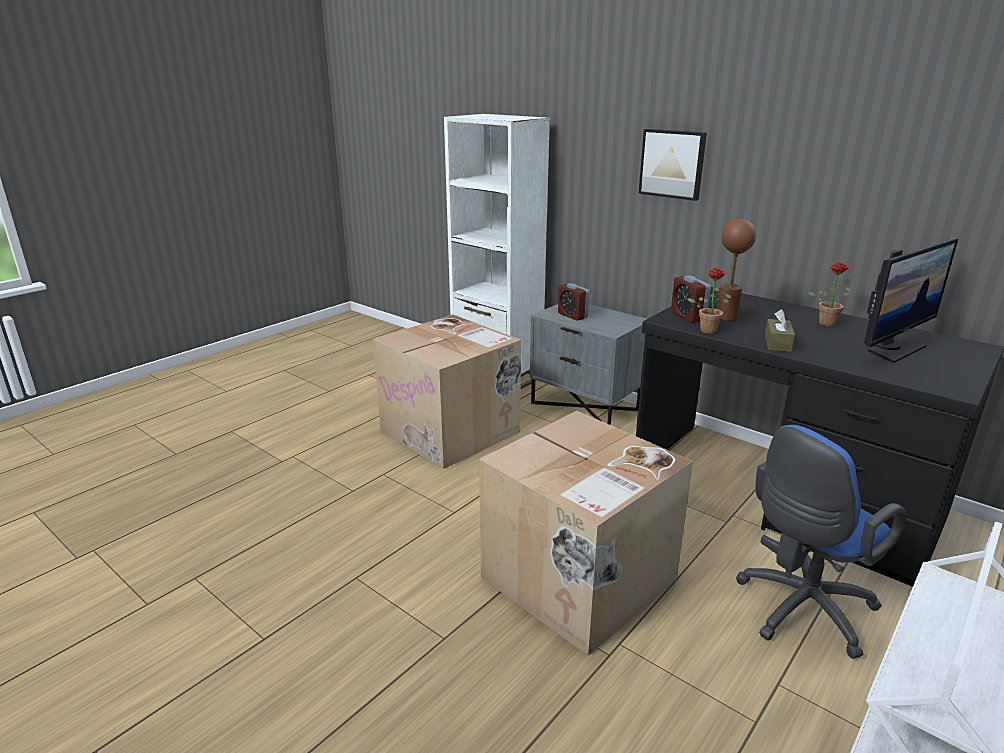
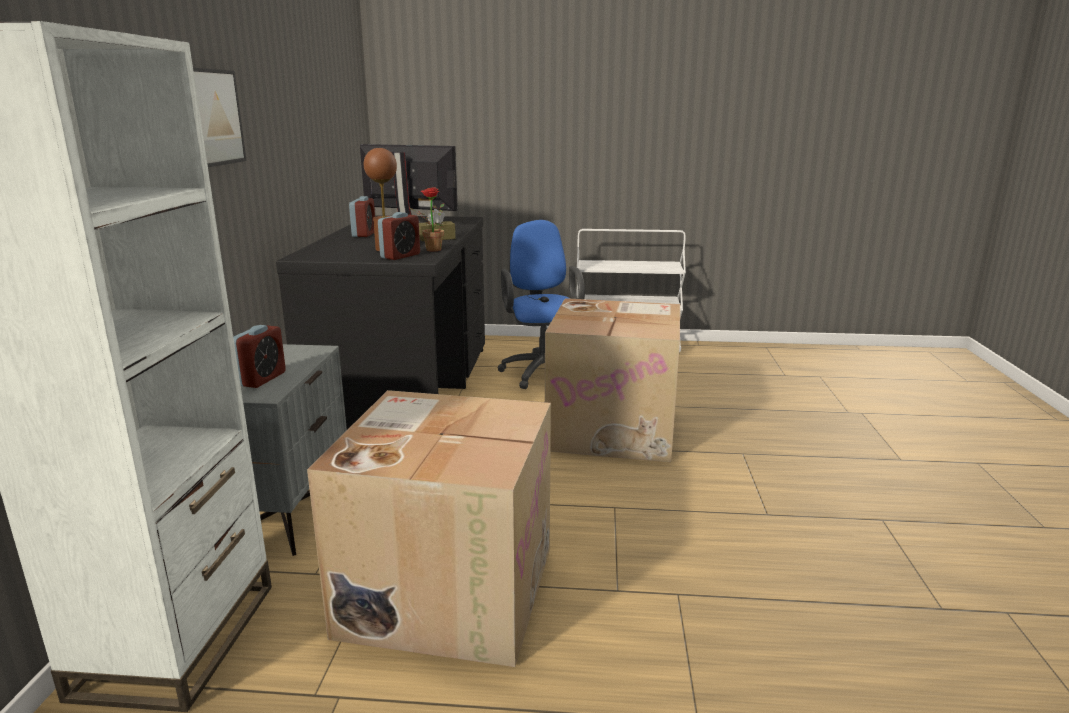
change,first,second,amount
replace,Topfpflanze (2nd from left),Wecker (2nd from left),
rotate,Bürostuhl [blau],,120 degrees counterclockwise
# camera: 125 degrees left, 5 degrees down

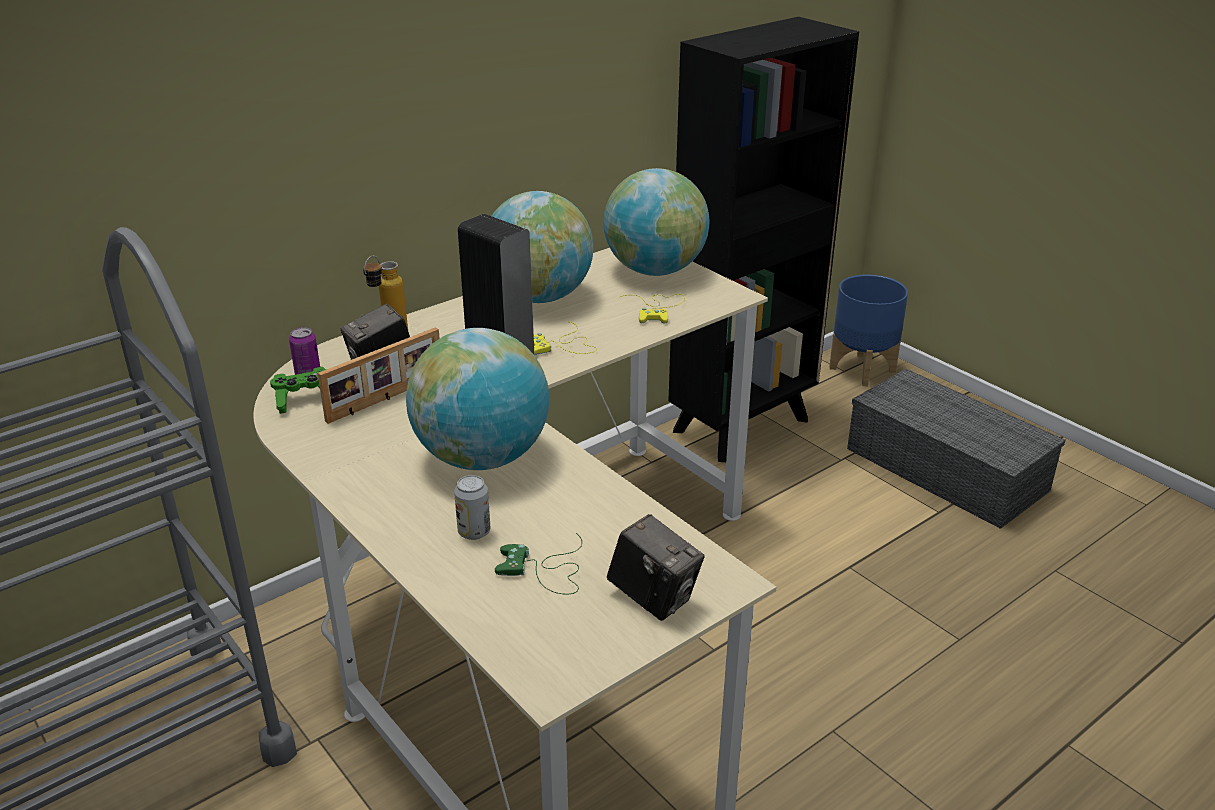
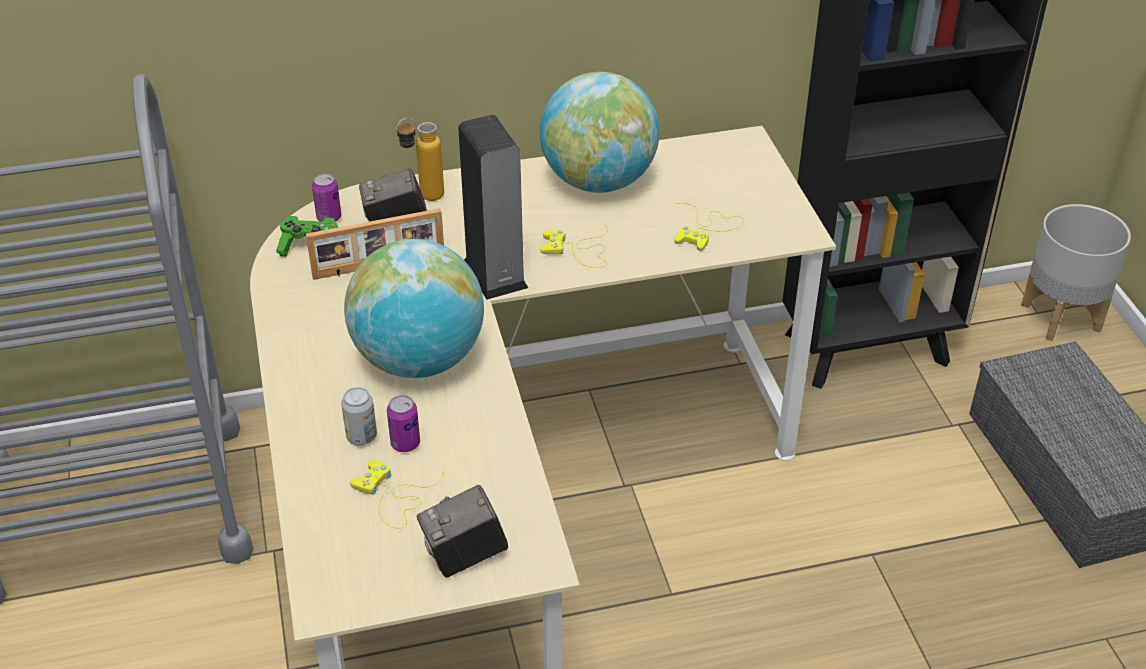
change,first,second,amount
delete,Globus (3rd from left),,
recolor,Pflanzkübel [blau],Pflanzkübel [grau],
rotate,Kamera (2nd from left),,90 degrees clockwise
recolor,Gamepad [grün] (2nd from left),Gamepad [gelb] (1st from left),
insert,,Dose (3rd from left),
# camera: 25 degrees right, 10 degrees up

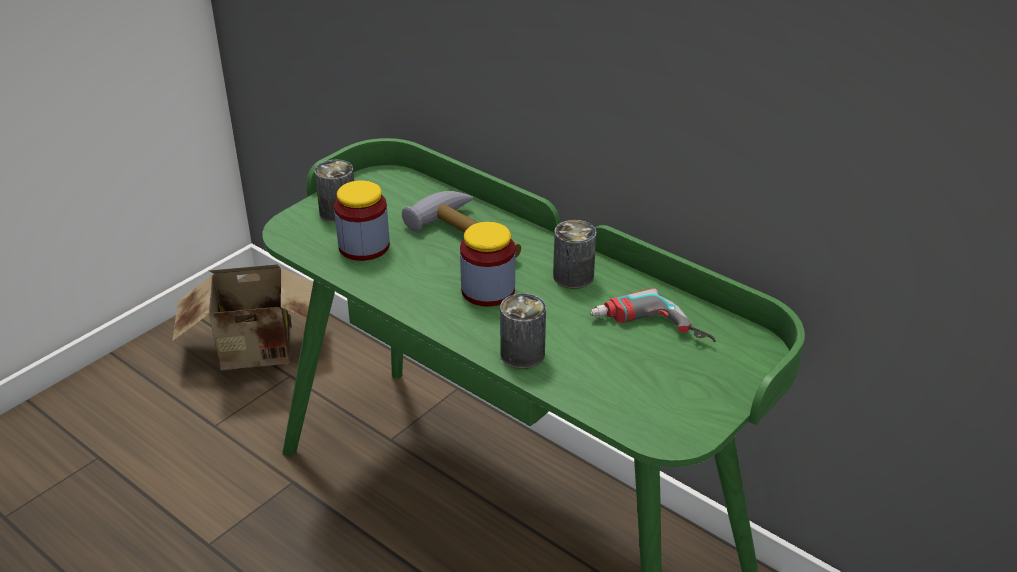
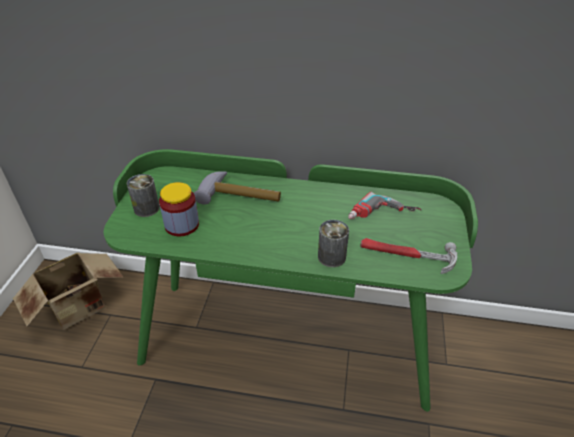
change,first,second,amount
delete,Dose (3rd from left),,
delete,Vorratsglas (2nd from left),,
insert,,Hammer (2nd from left),
# camera: 30 degrees left, 5 degrees up

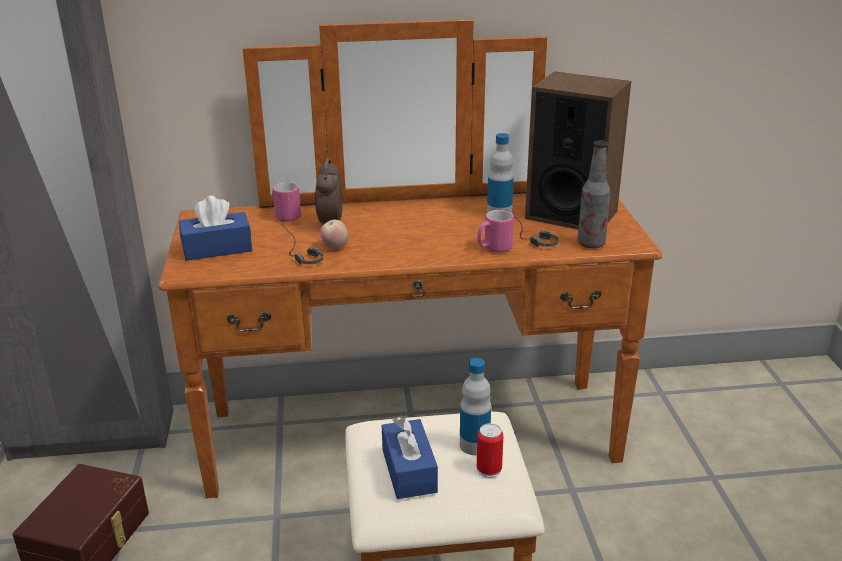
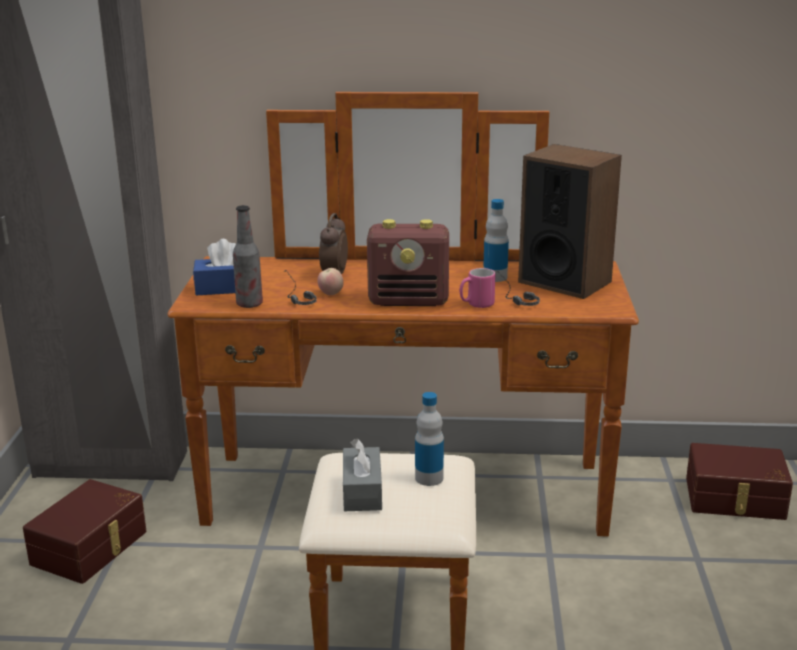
change,first,second,amount
move,Flasche (3rd from left in the first image),Flasche (1st from left),
delete,Henkelbecher [rosa] (1st from left),,
recolor,Taschentuchbox [blau] (2nd from left),Taschentuchbox [grau],
delete,Dose,,
insert,,Radio,
insert,,Aufbewahrungsbox [braun] (2nd from left),
# camera: 10 degrees right, 5 degrees down

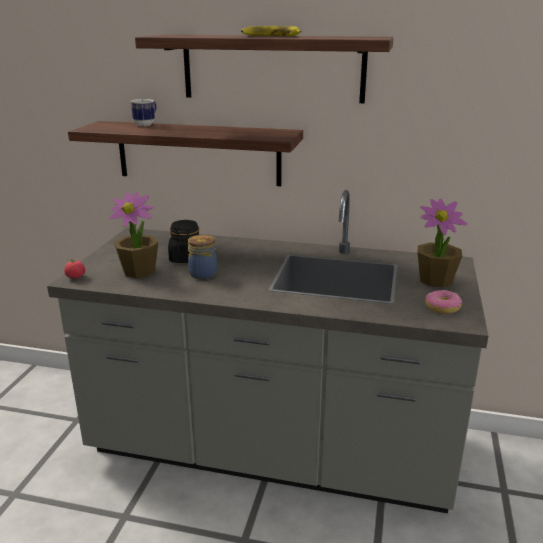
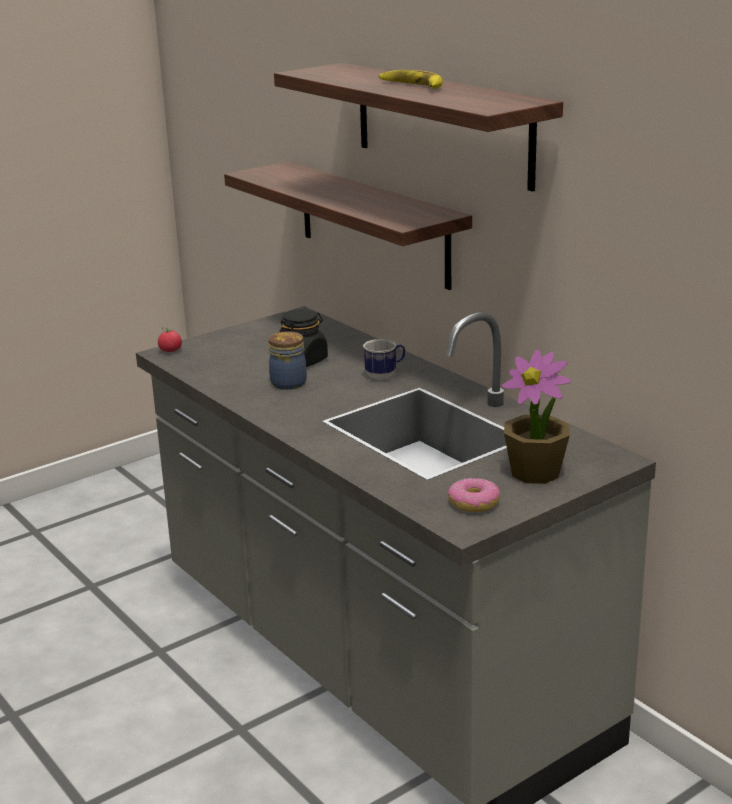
change,first,second,amount
move,Henkelbecher,,
delete,Topfpflanze (1st from left),,
# camera: 40 degrees right, 0 degrees up

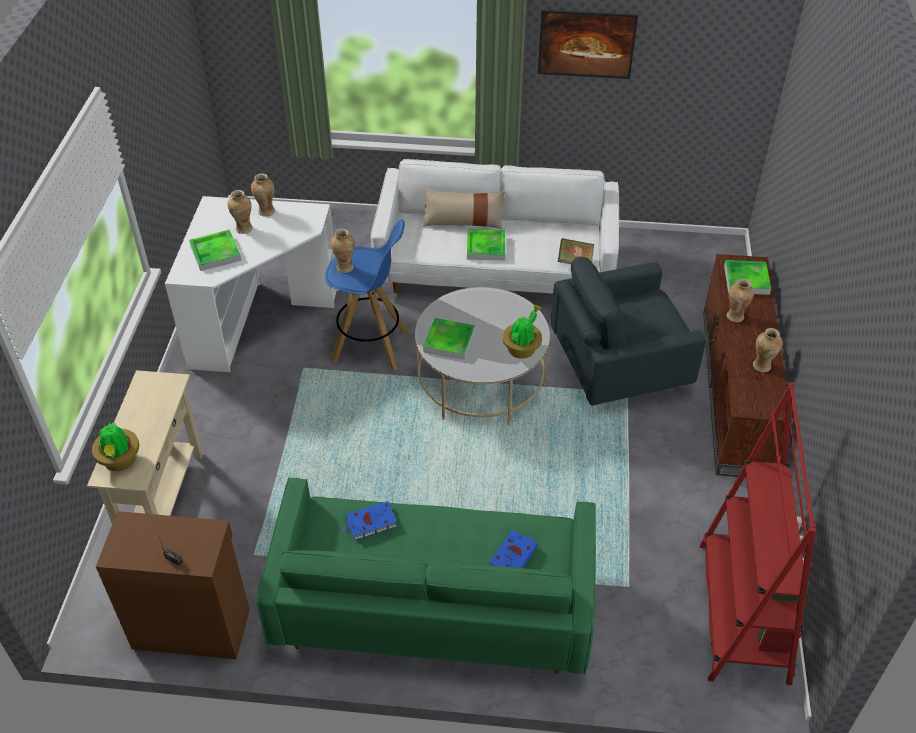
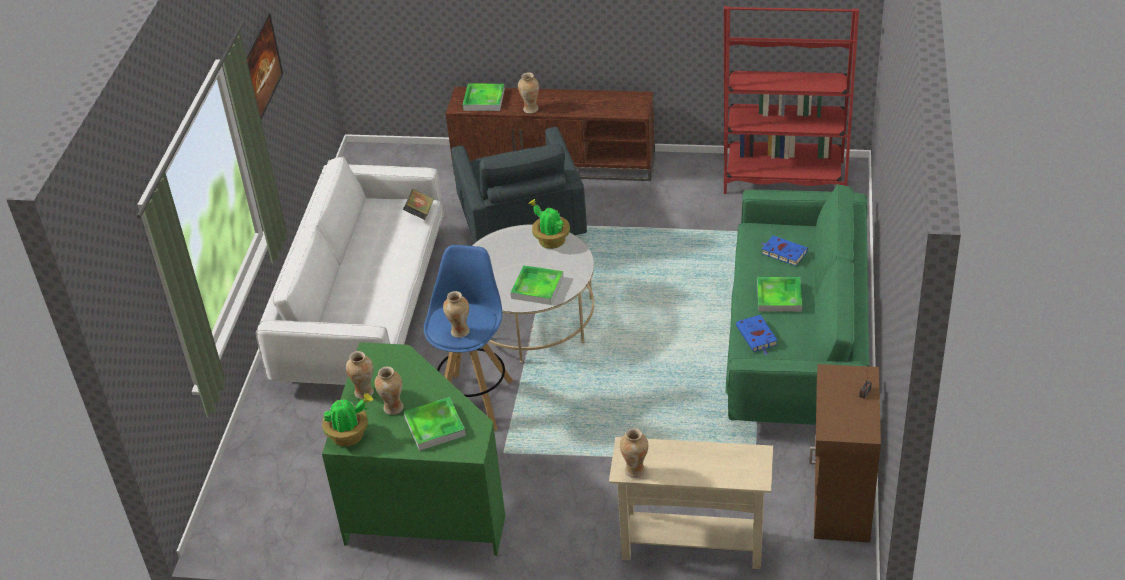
change,first,second,amount
delete,Kissen [beige],,
recolor,Schreibtisch [weiß],Schreibtisch [grün],
move,Tablett (3rd from left in the first image),Tablett (4th from left),
move,Vase (5th from left),,
move,Topfpflanze (1st from left),,
# camera: 85 degrees left, 5 degrees down

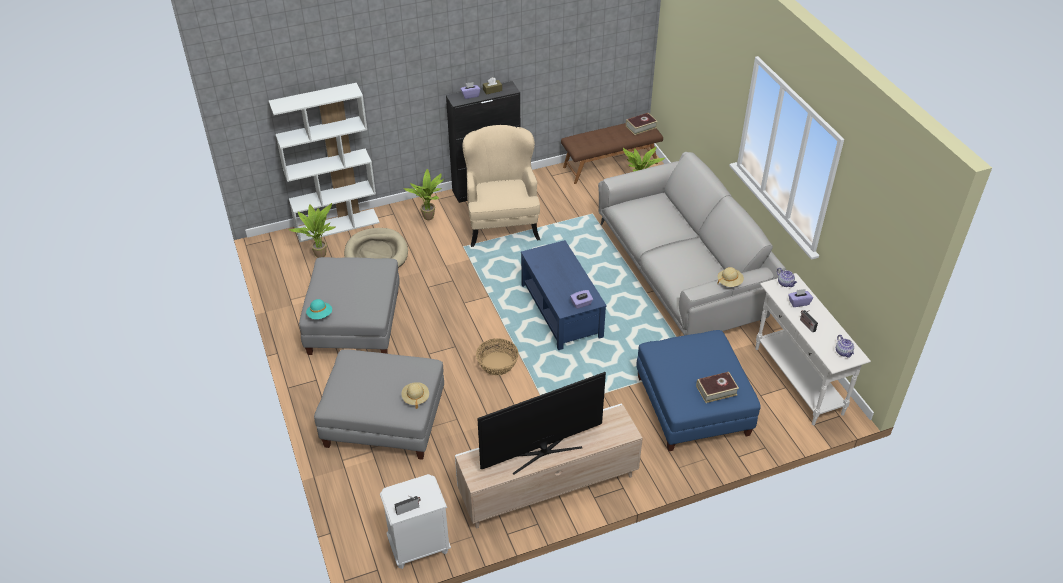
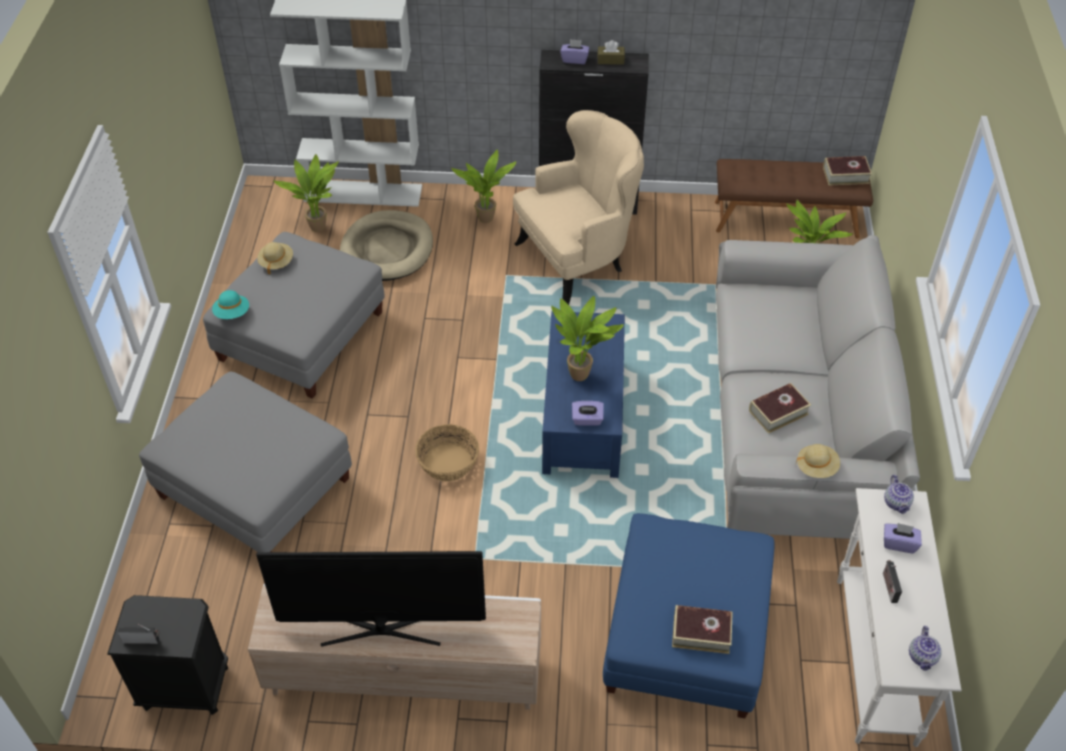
change,first,second,amount
rotate,Sessel [beige],,45 degrees clockwise
move,Hut [beige] (1st from left),,
recolor,Nachttisch [weiß],Nachttisch [schwarz],
insert,,Topfpflanze (3rd from left),
insert,,Buch (2nd from left),
# camera: 25 degrees right, 5 degrees up

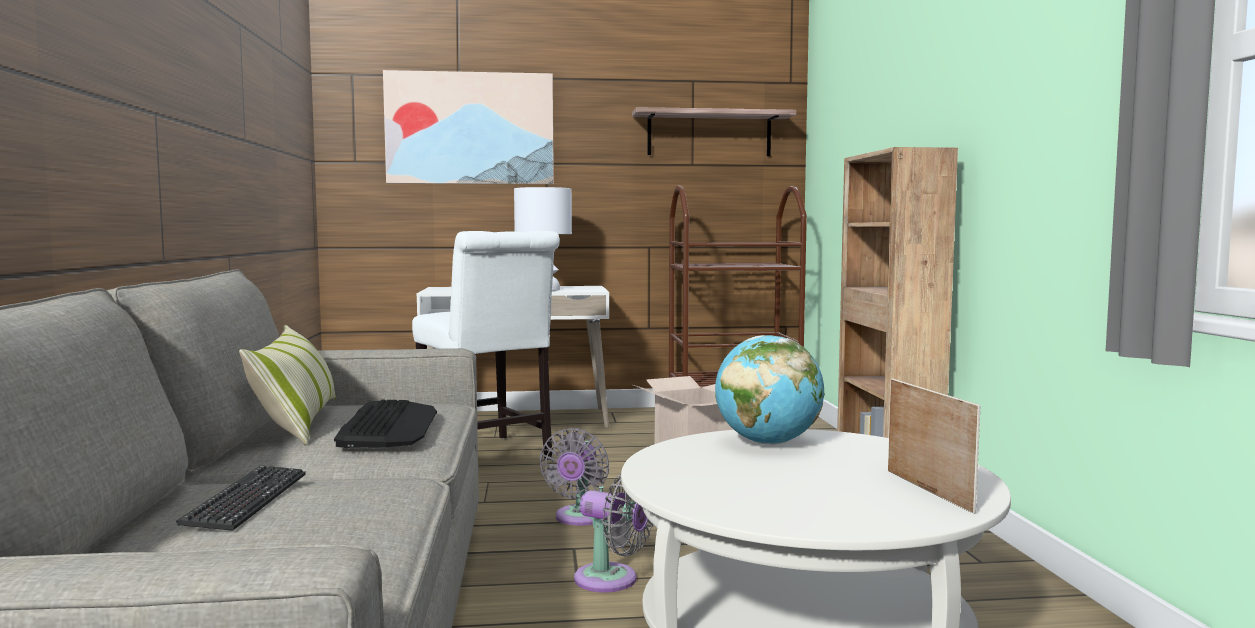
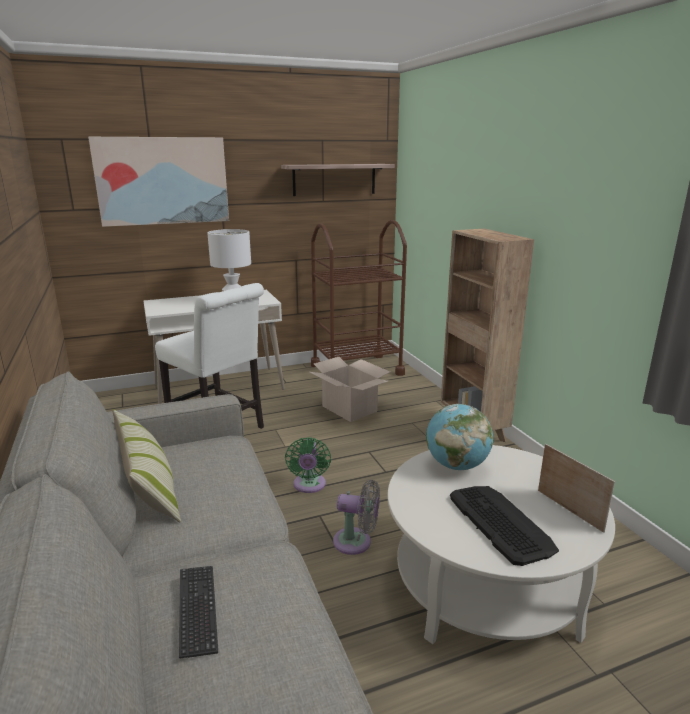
change,first,second,amount
move,Tastatur (2nd from left),,
recolor,Ventilator [grau] (1st from left),Ventilator [grün],
# camera: 15 degrees left, 15 degrees up

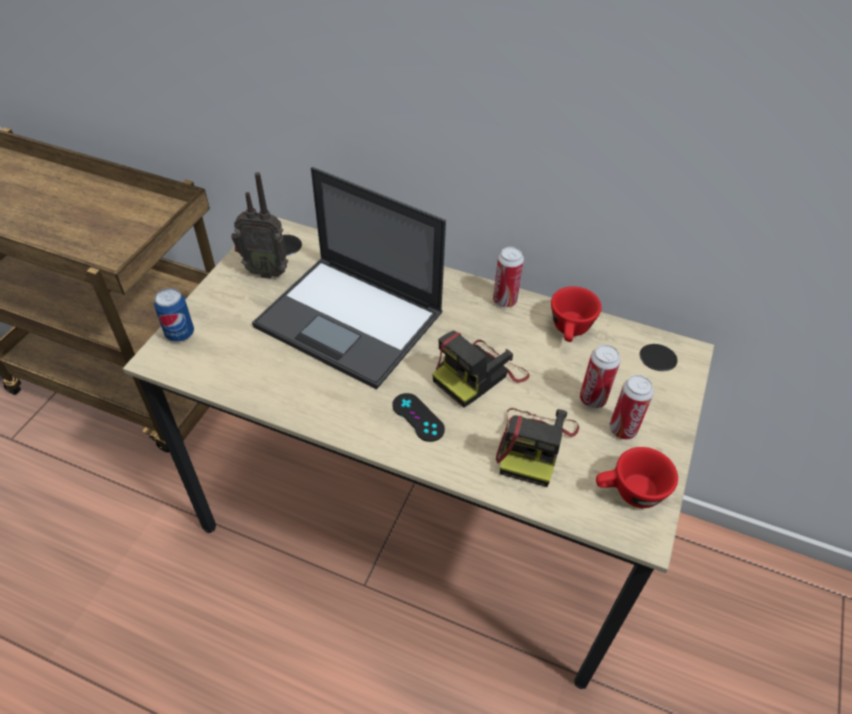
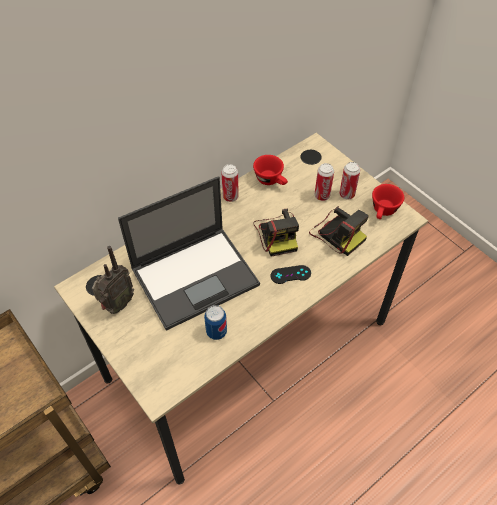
change,first,second,amount
move,Dose (1st from left),,
# camera: 60 degrees left, 5 degrees up

